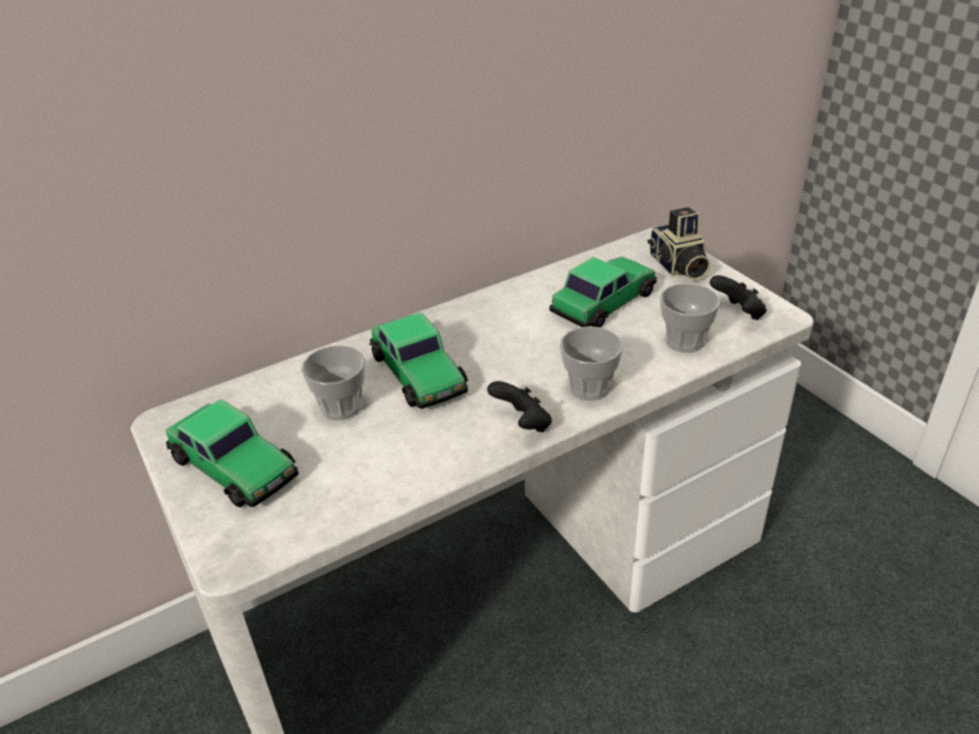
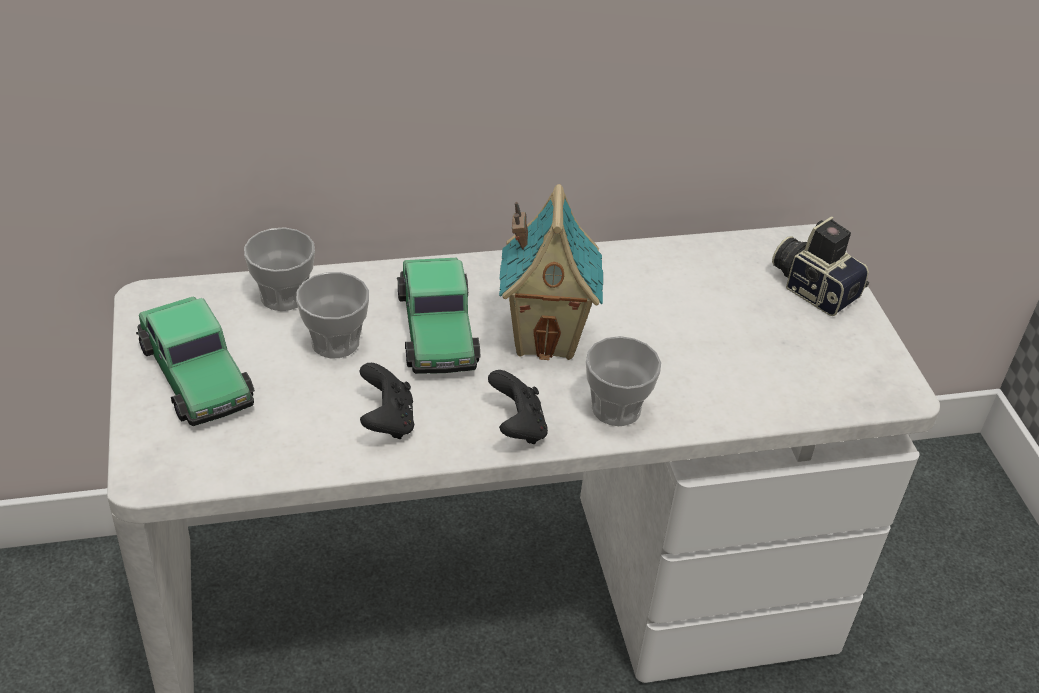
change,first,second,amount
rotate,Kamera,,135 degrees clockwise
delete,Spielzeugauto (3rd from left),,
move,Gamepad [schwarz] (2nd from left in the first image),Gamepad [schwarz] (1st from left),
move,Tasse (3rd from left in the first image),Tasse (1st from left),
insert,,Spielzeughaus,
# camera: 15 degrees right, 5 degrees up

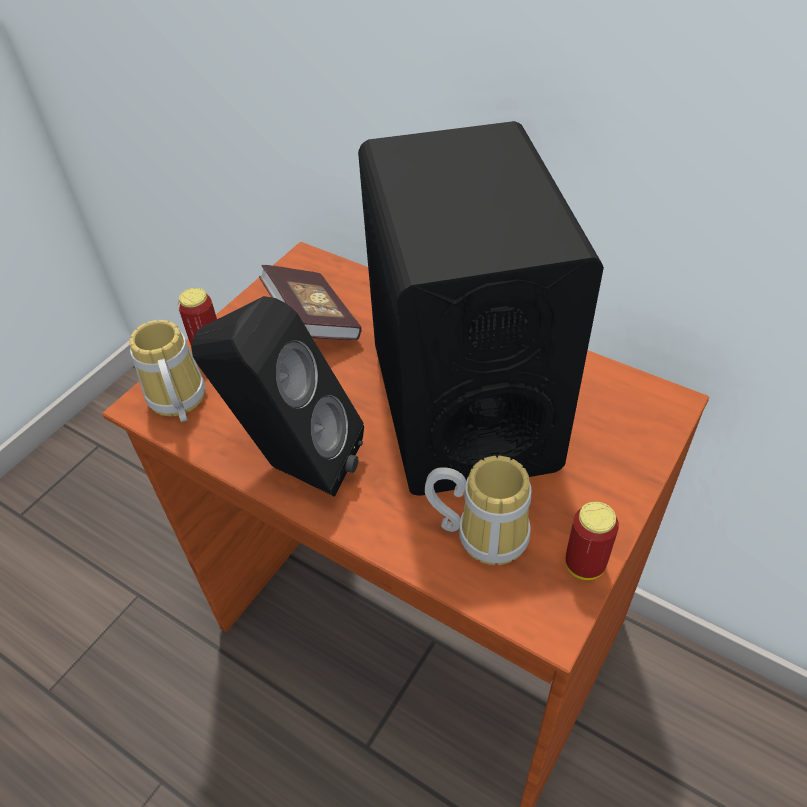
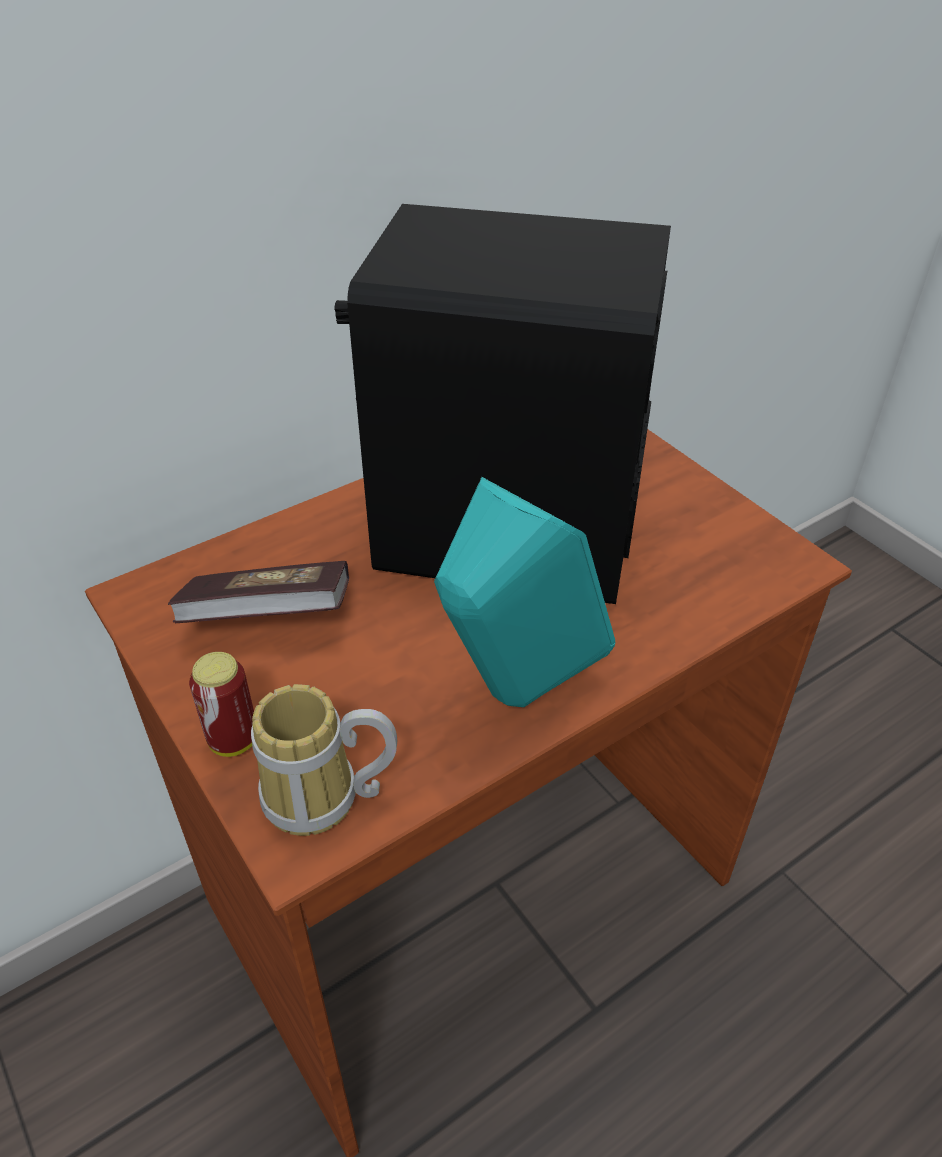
change,first,second,amount
recolor,Lautsprecher [schwarz] (1st from left),Lautsprecher [türkis],
delete,Henkelbecher (2nd from left),,
delete,Dose (2nd from left),,
# camera: 70 degrees left, 5 degrees down

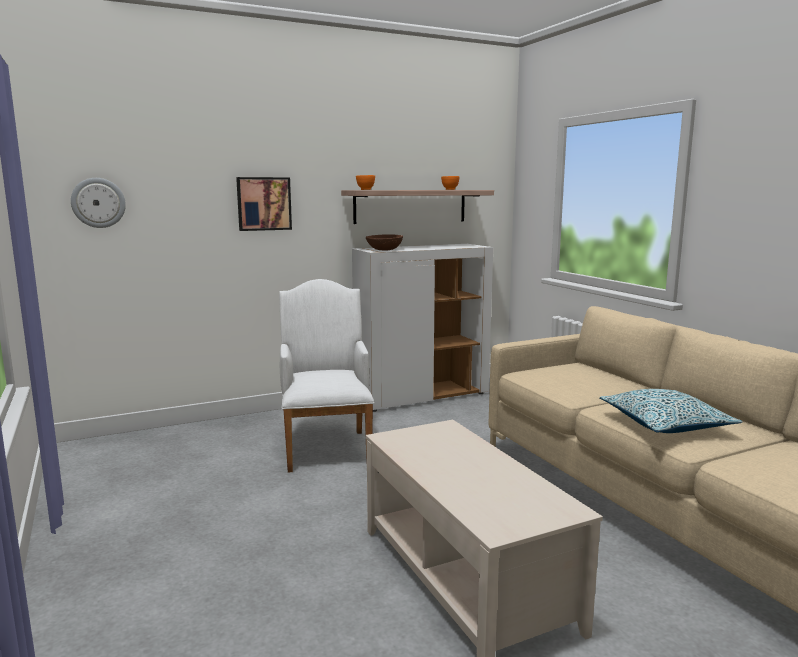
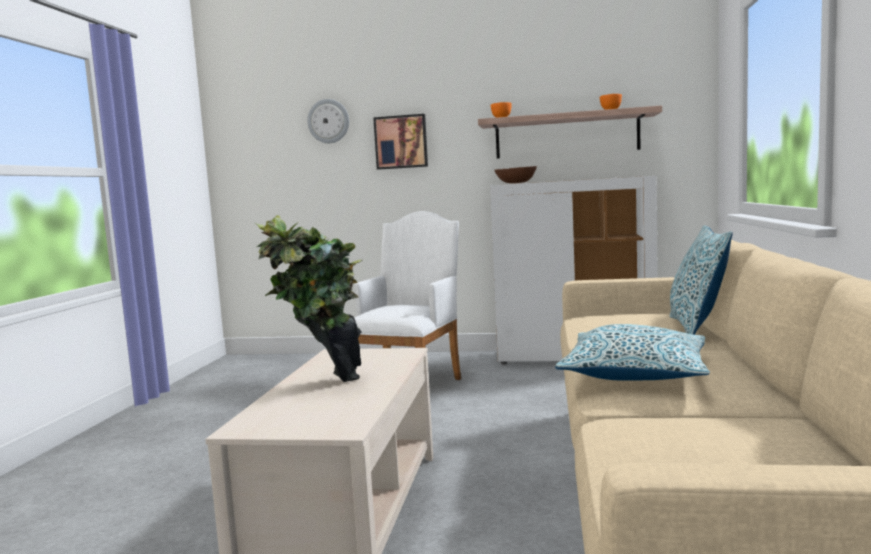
change,first,second,amount
move,Wanduhr,,
insert,,Topfpflanze,
insert,,Kissen (2nd from left),
# camera: 35 degrees right, 5 degrees down

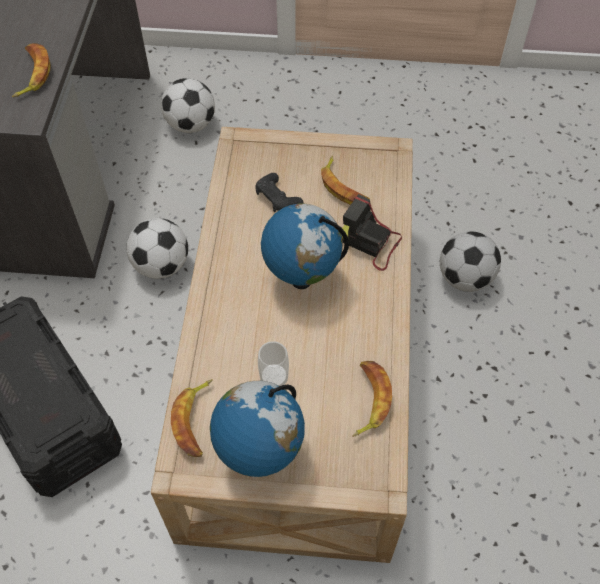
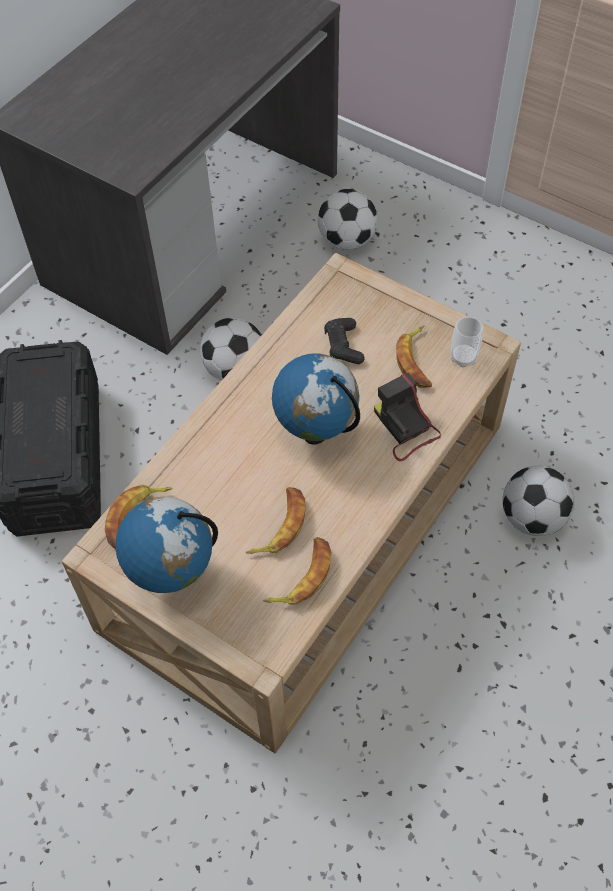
change,first,second,amount
move,Banane (1st from left in the first image),Banane (2nd from left),
move,Tasse,,
# camera: 30 degrees right, 0 degrees up

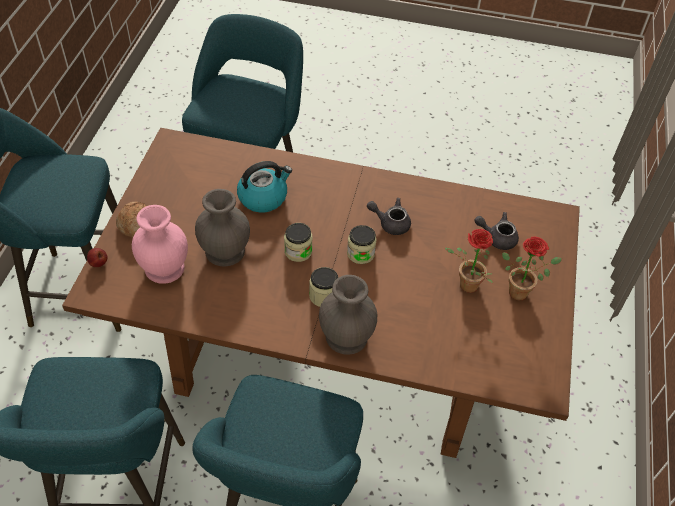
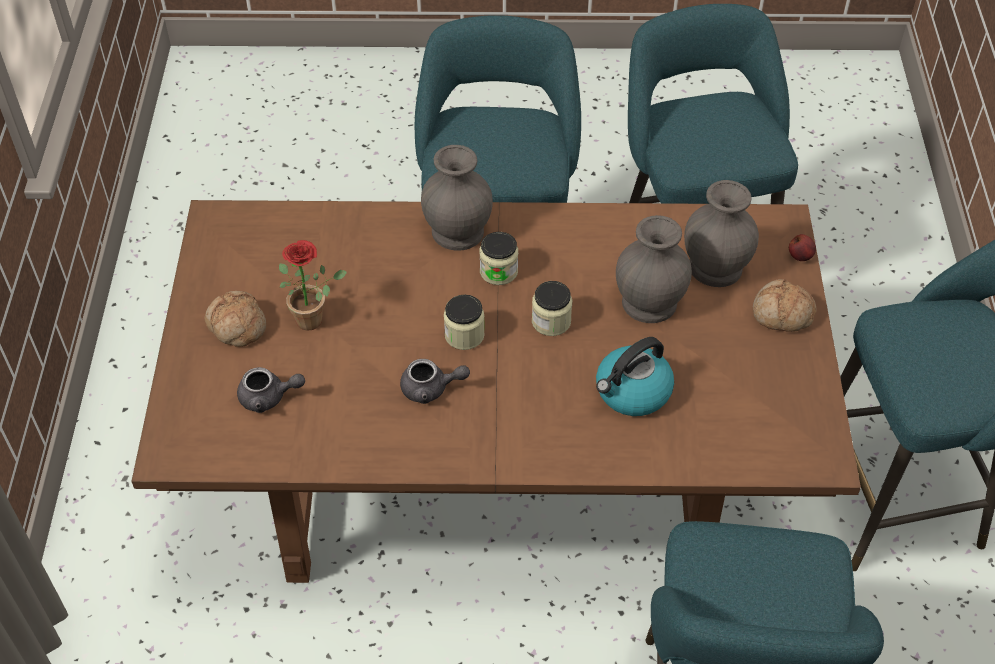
change,first,second,amount
recolor,Vase [rosa],Vase [grau] (3rd from left),
replace,Topfpflanze (2nd from left),Brot (1st from left),
# camera: 170 degrees right, 0 degrees up

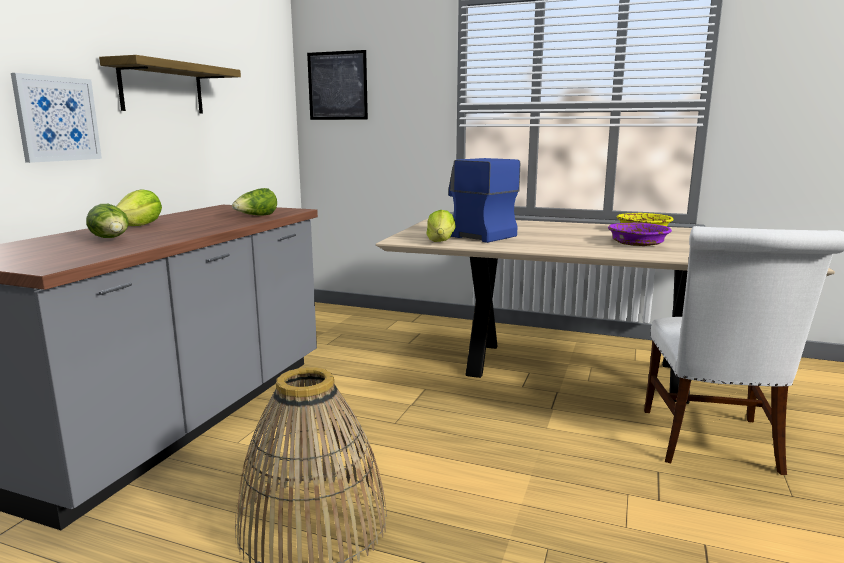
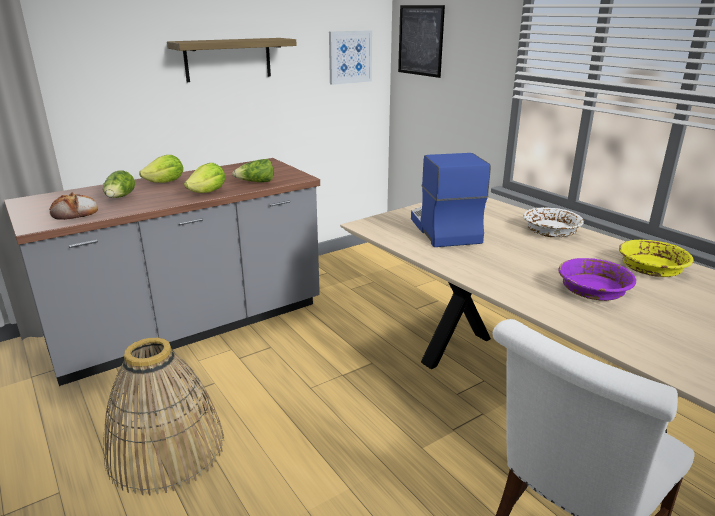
change,first,second,amount
move,Bild (1st from left),,
move,Salatkopf (4th from left in the first image),Salatkopf (3rd from left),
insert,,Brot,
insert,,Schüssel [weiß],
# camera: 35 degrees right, 10 degrees up

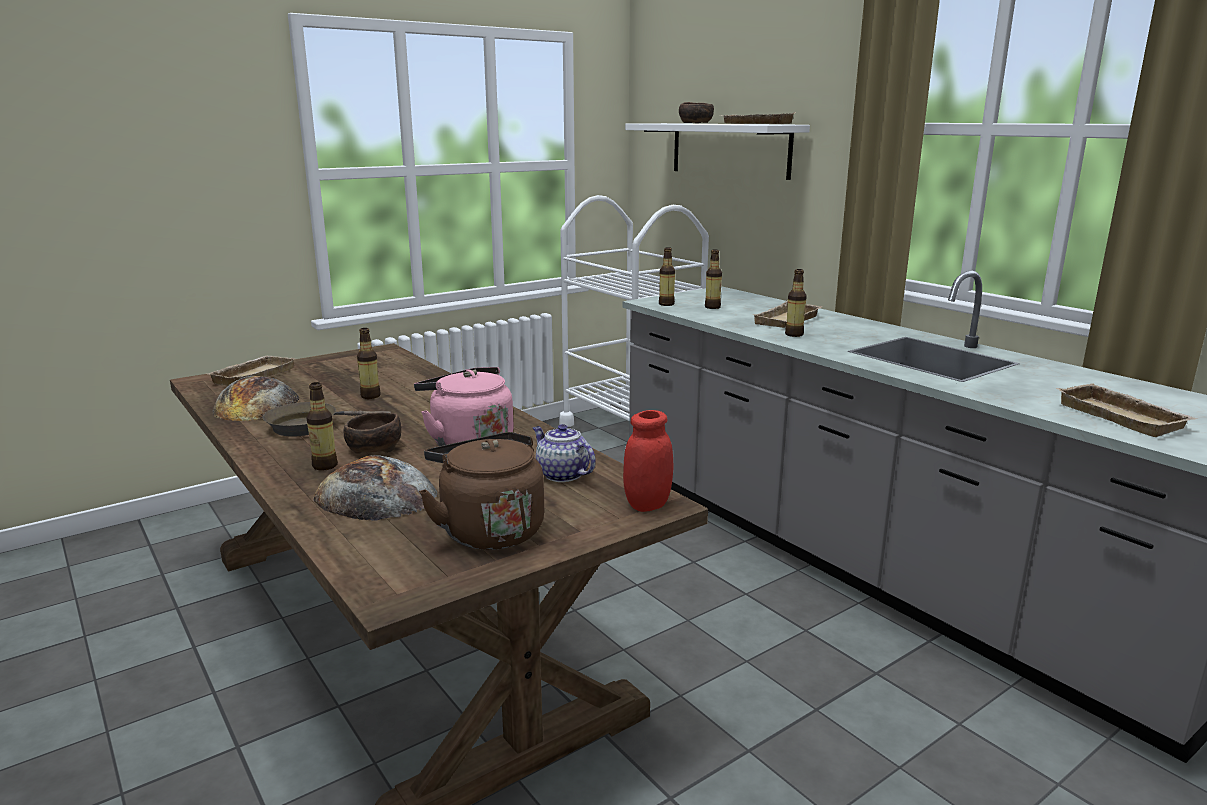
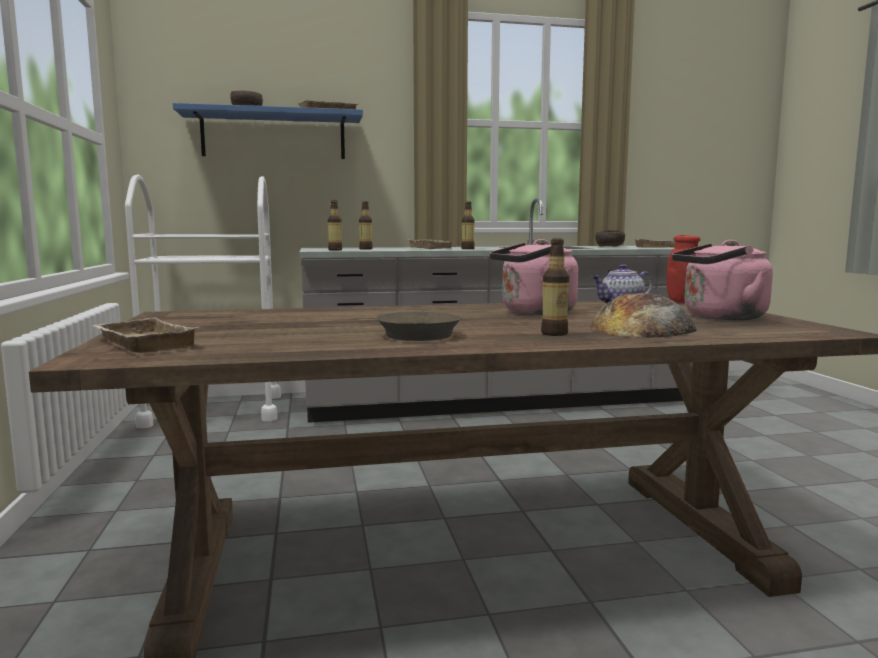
change,first,second,amount
recolor,Wandregal [weiß],Wandregal [blau],
delete,Flasche (2nd from left),,
delete,Brot (1st from left),,
move,Schüssel [braun] (1st from left in the first image),Schüssel [braun] (2nd from left),
recolor,Wasserkessel [braun],Wasserkessel [rosa] (2nd from left),
# camera: 65 degrees left, 10 degrees down

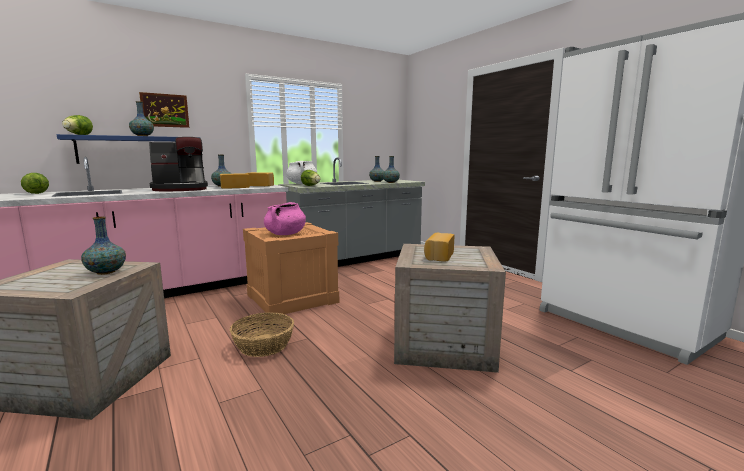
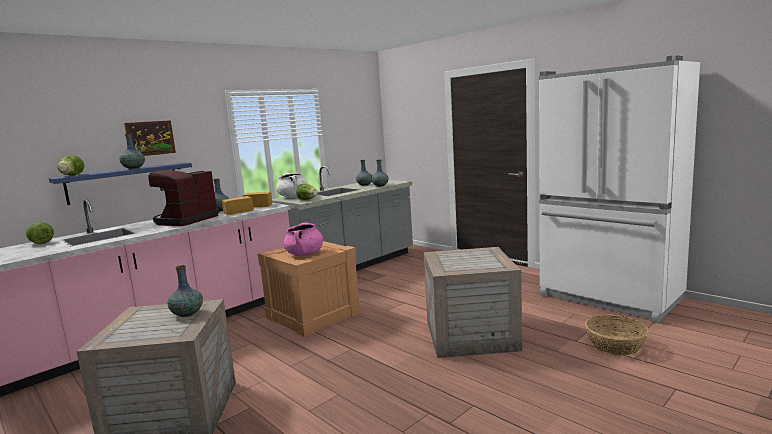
change,first,second,amount
rotate,Kaffeemaschine,,150 degrees clockwise
delete,Brot (3rd from left),,
move,Korb,,
# camera: 10 degrees left, 0 degrees up

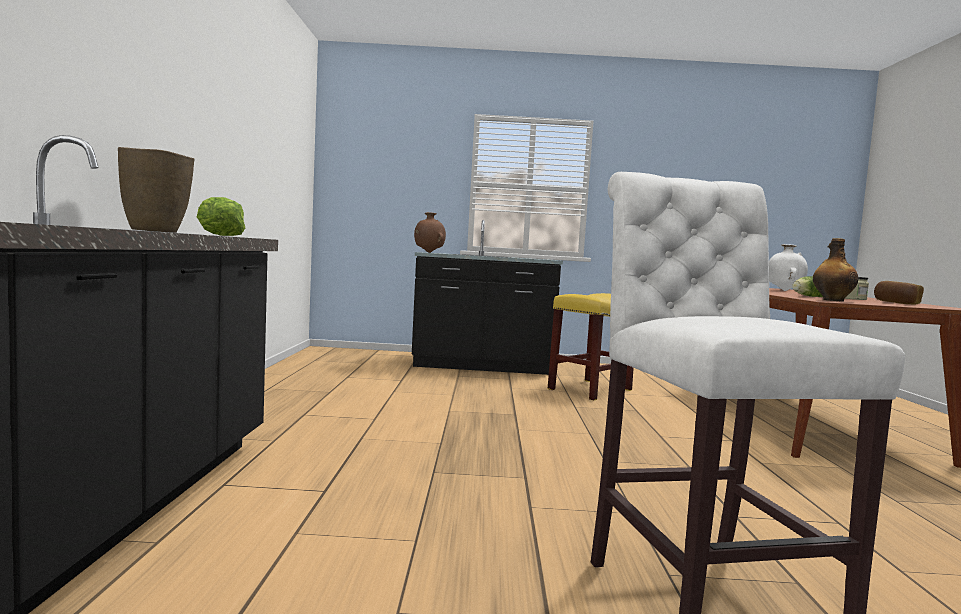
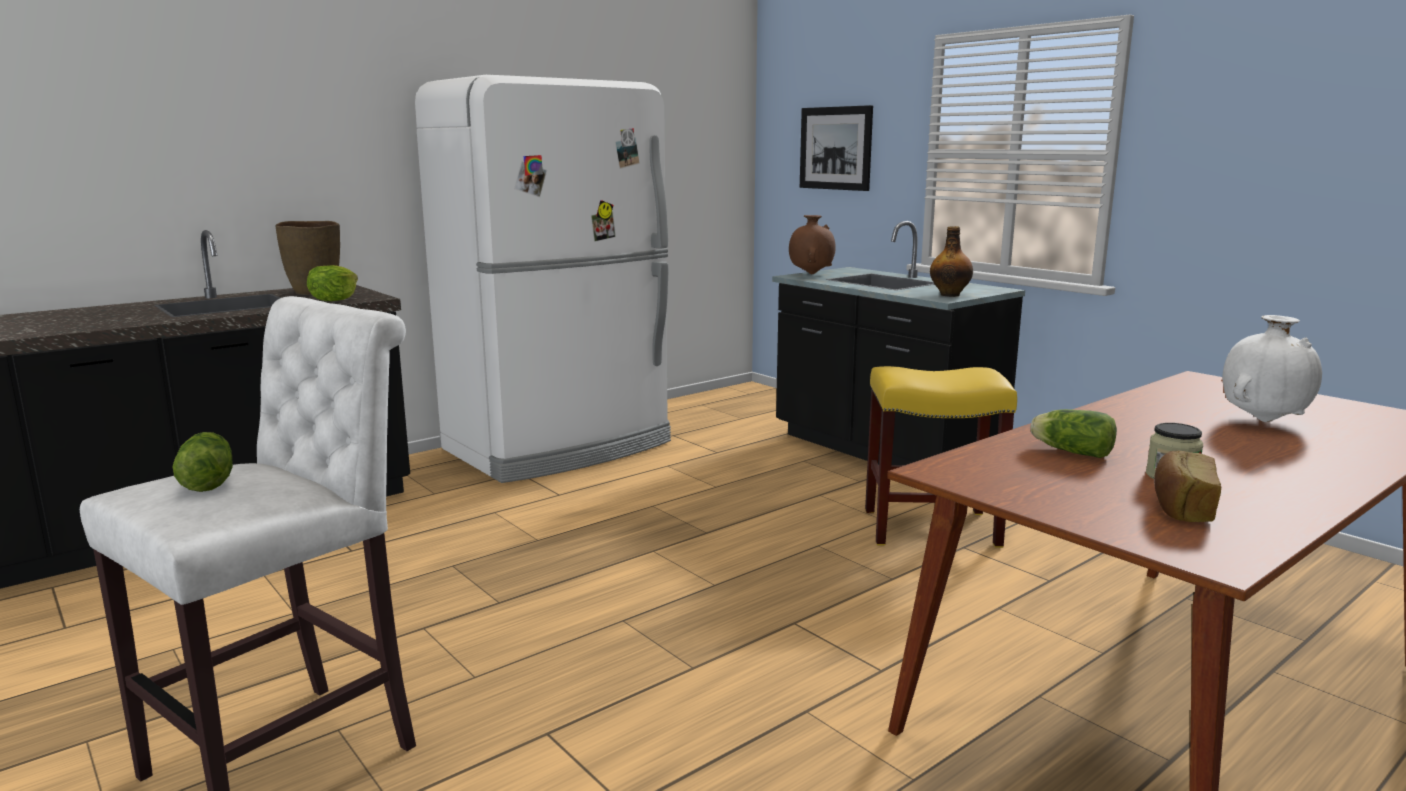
change,first,second,amount
move,Flasche,,
insert,,Kühlschrank [weiß],
insert,,Bild,
insert,,Salatkopf (1st from left),
# camera: 50 degrees right, 10 degrees up

